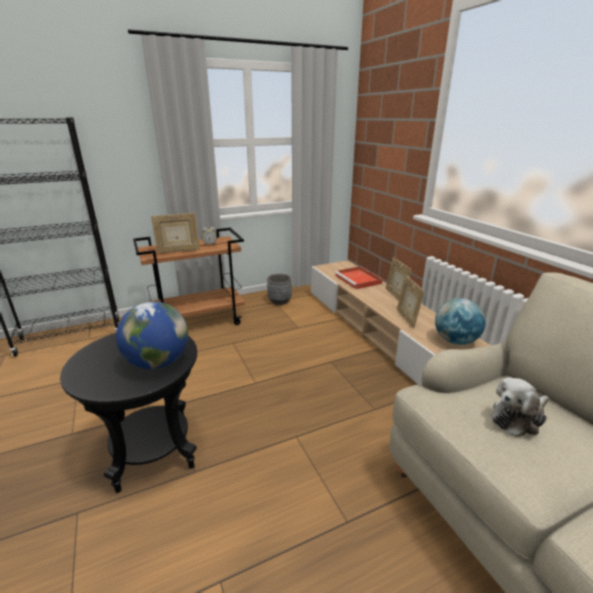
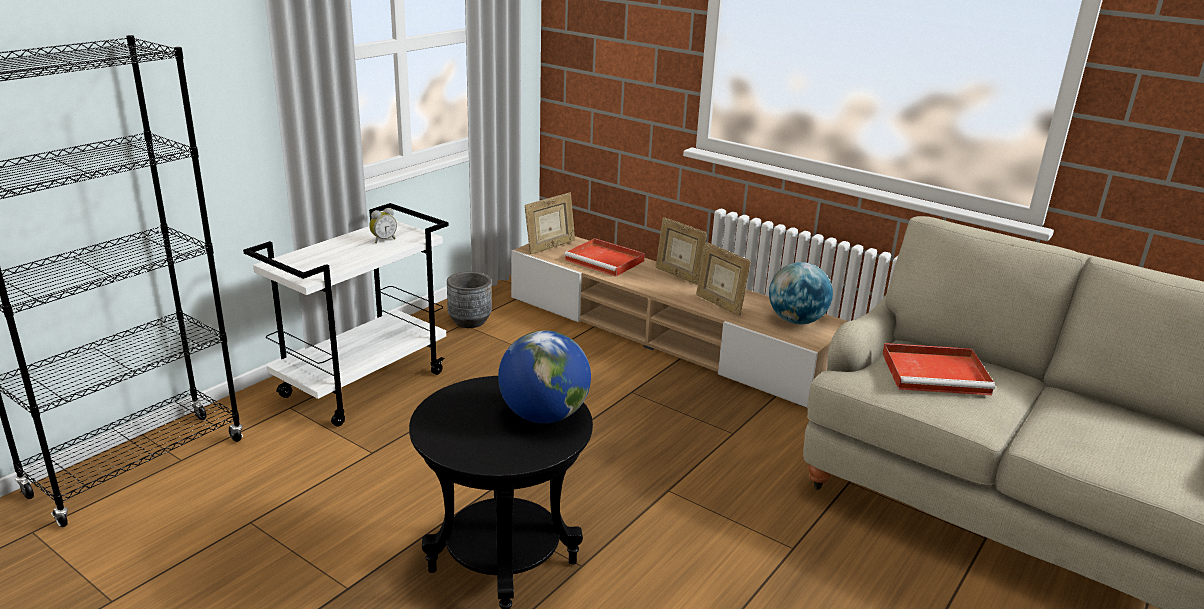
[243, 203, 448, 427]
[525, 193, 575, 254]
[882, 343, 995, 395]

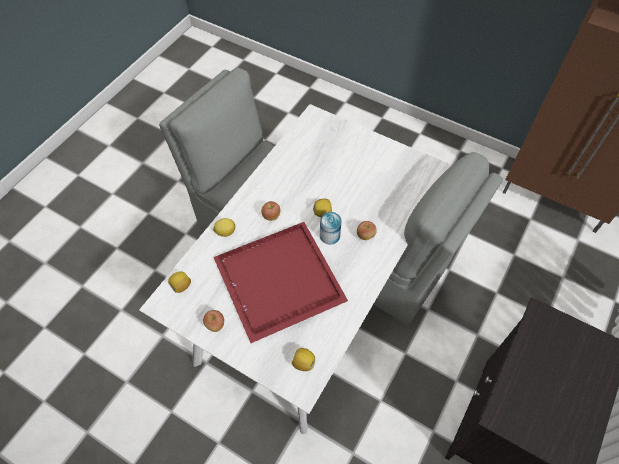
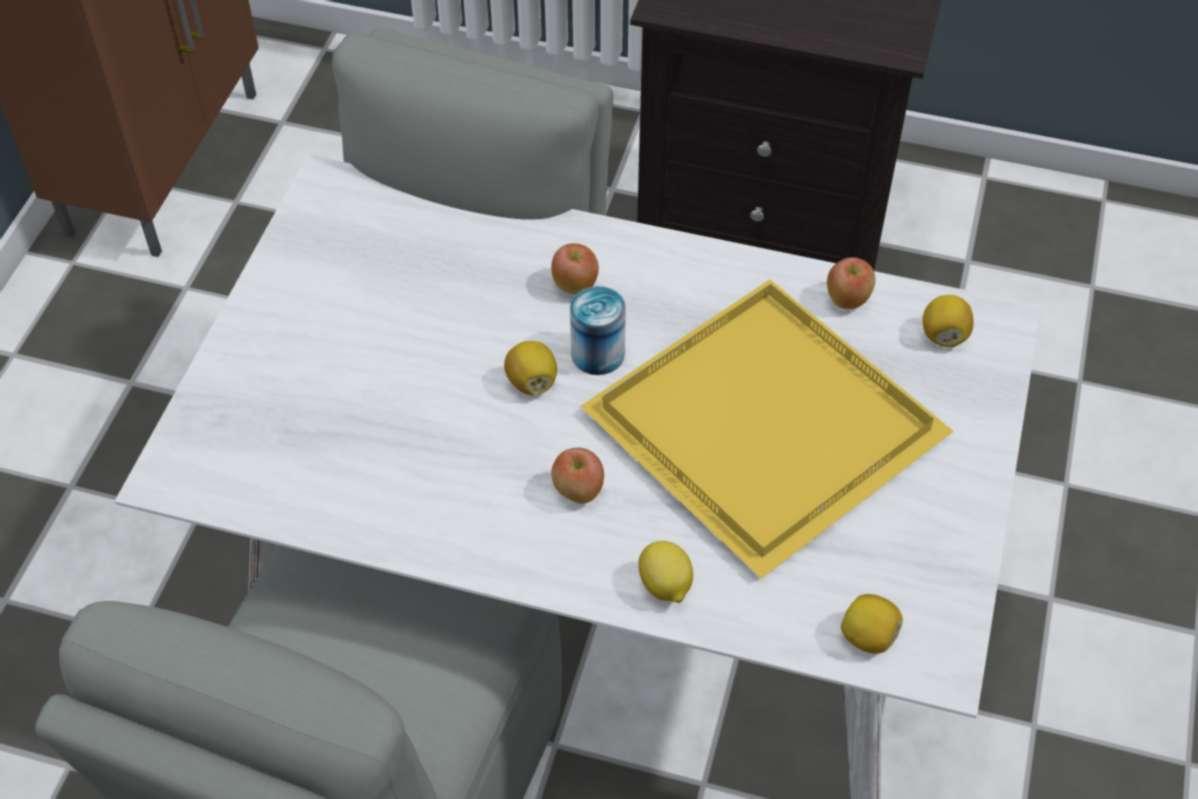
[827, 257, 875, 309]
[580, 279, 954, 579]

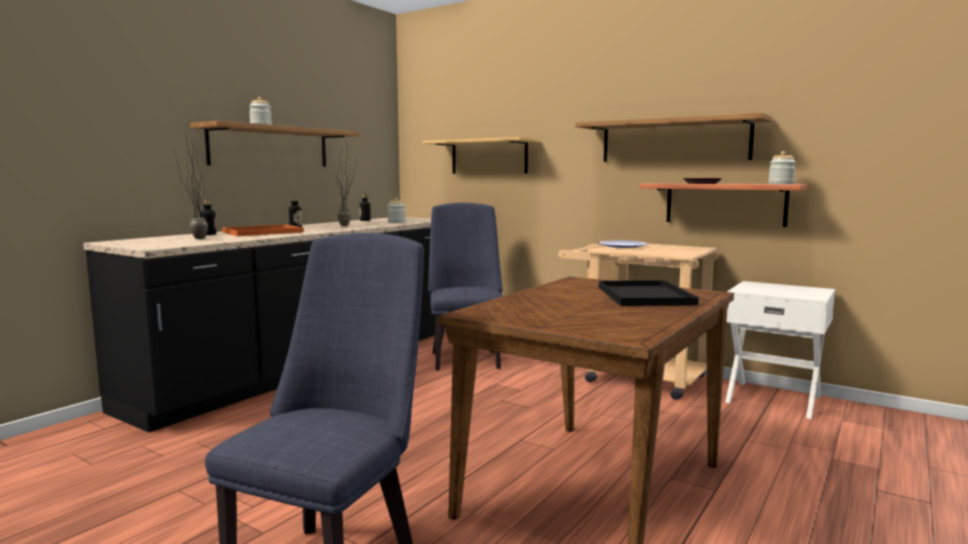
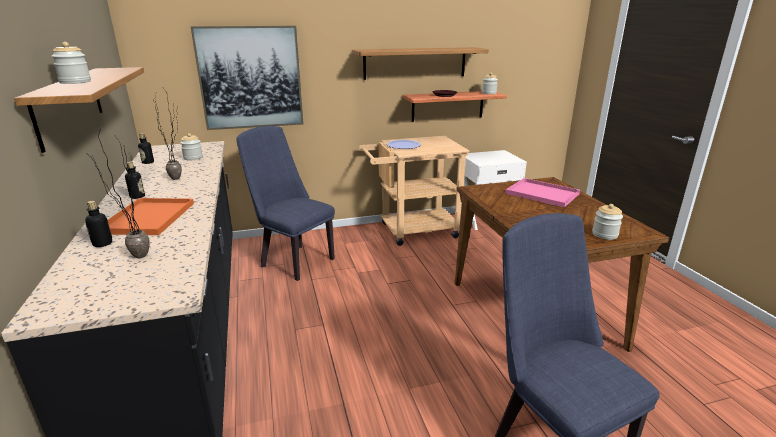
[191, 26, 304, 130]
[505, 178, 580, 207]
[592, 204, 623, 240]

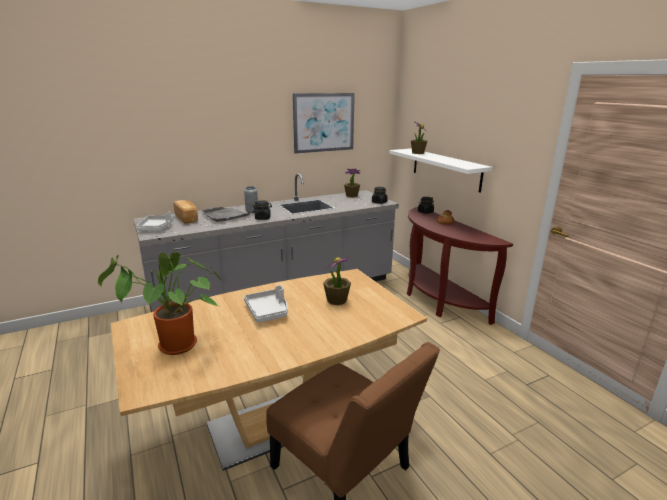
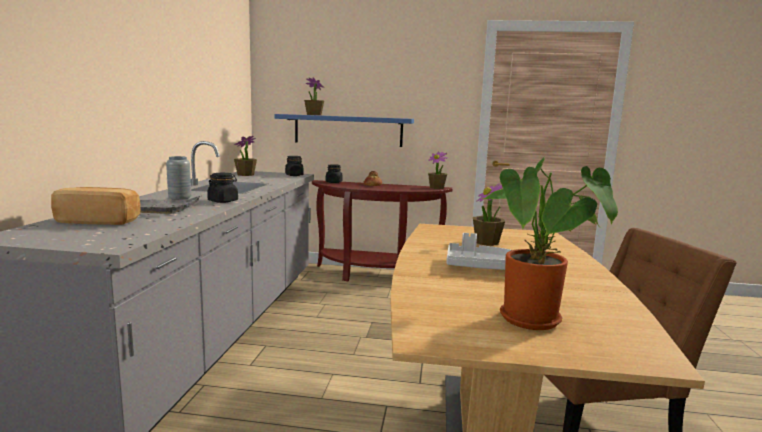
[136, 211, 174, 231] (first image)
[293, 93, 355, 154] (first image)
[275, 114, 414, 147]
[428, 151, 448, 189]

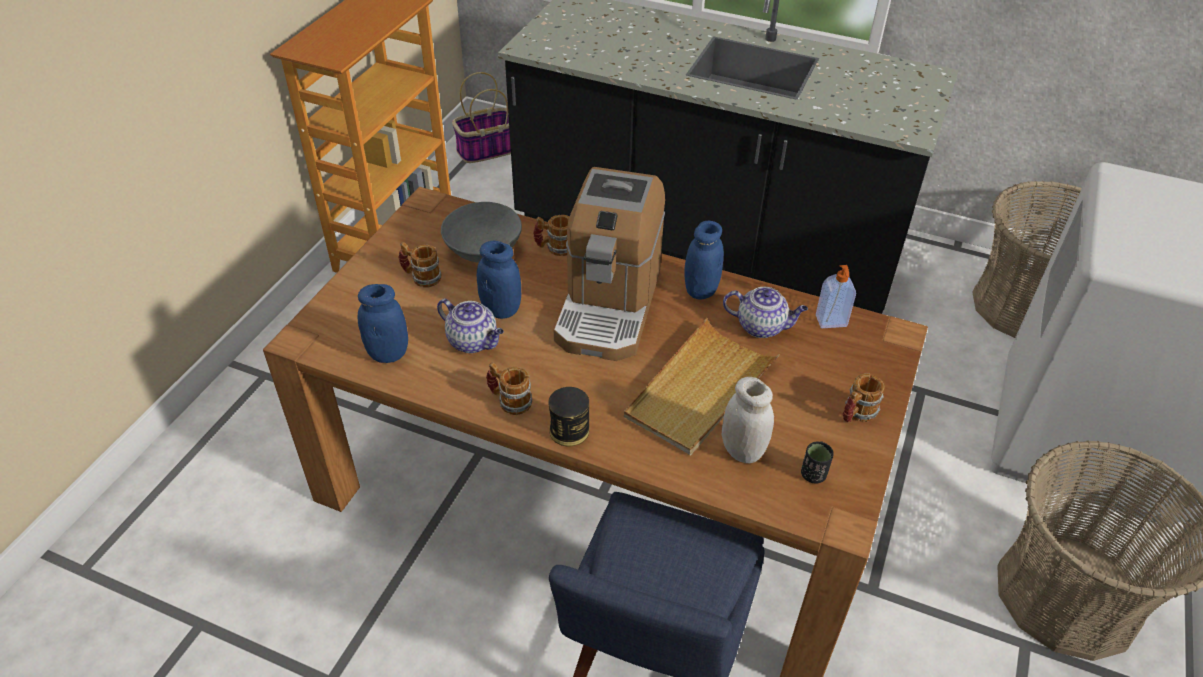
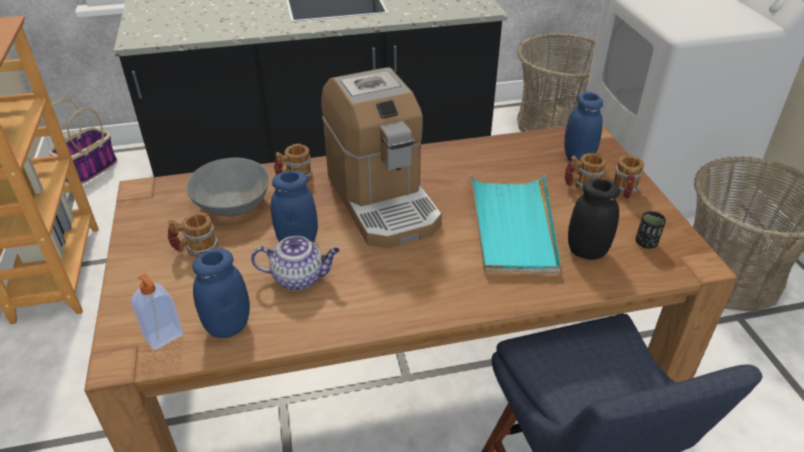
[565, 153, 606, 192]
[548, 387, 589, 446] (first image)
[470, 174, 561, 274]
[564, 92, 603, 161]
[568, 179, 620, 260]
[723, 287, 808, 338] (first image)
[131, 273, 184, 350]

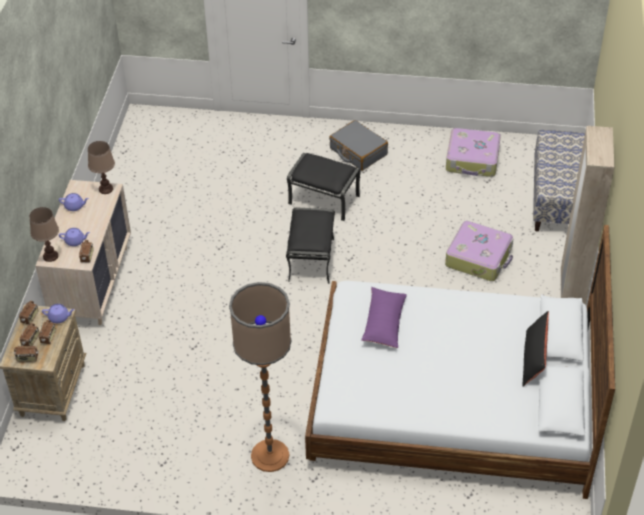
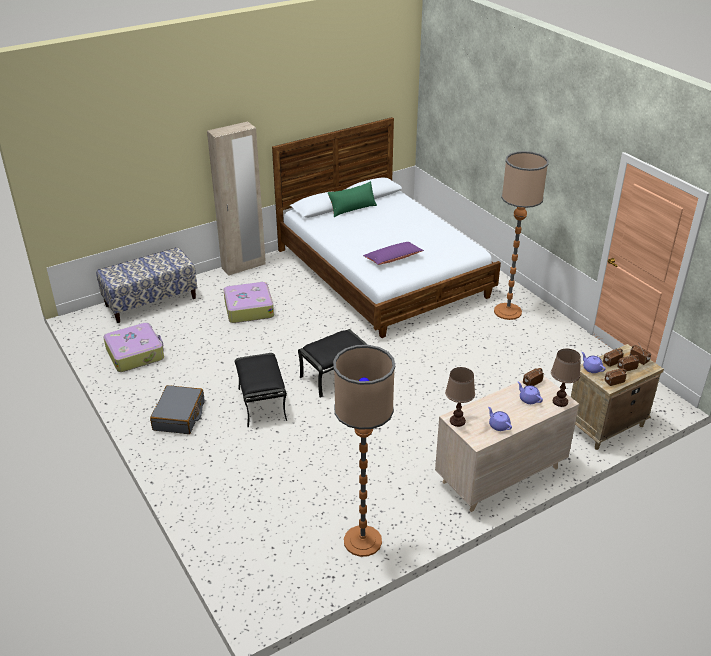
[328, 181, 377, 217]
[333, 345, 395, 557]

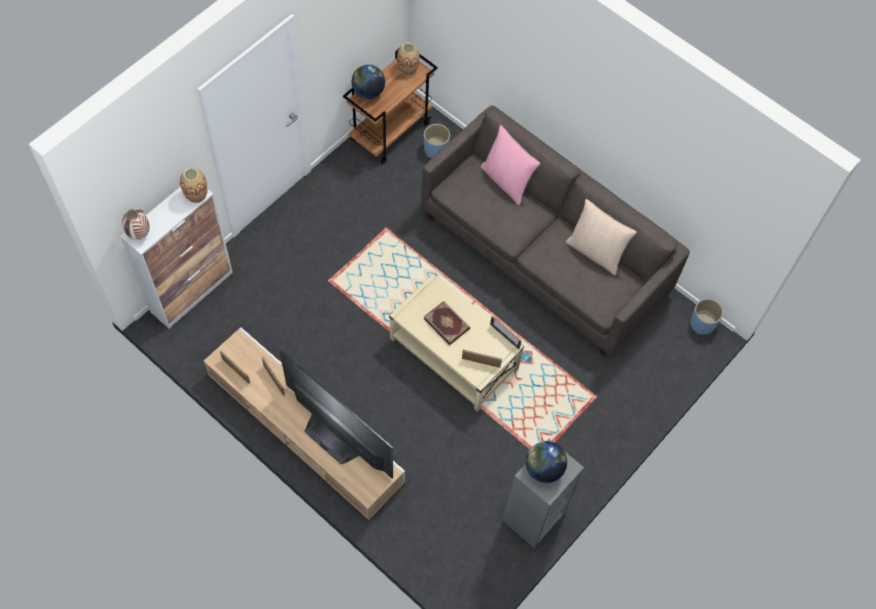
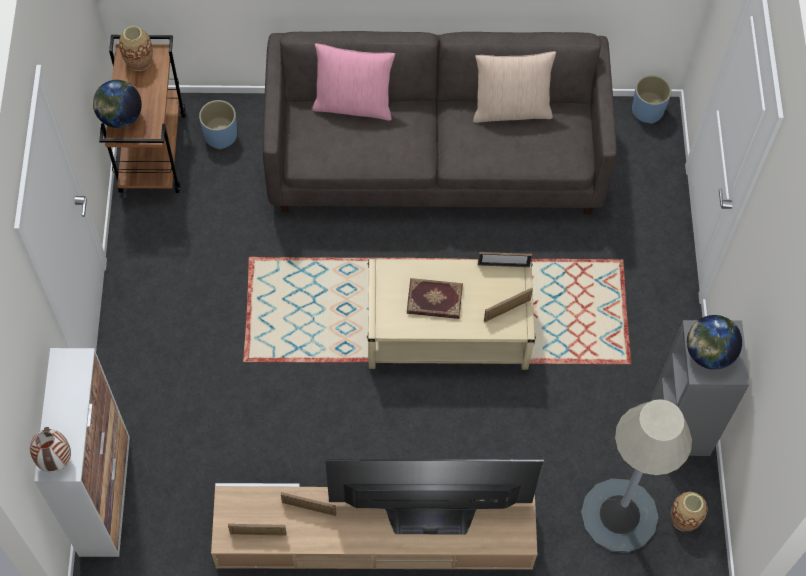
[671, 491, 708, 531]
[581, 399, 692, 553]

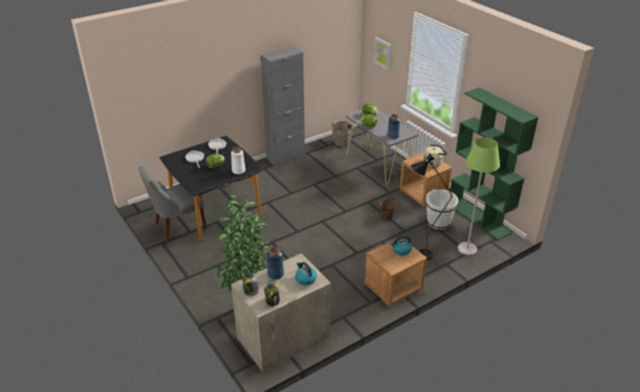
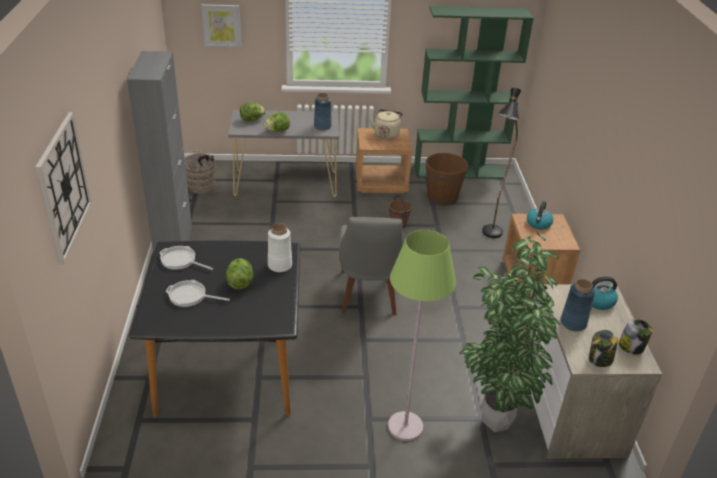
[339, 217, 404, 315]
[426, 153, 468, 206]
[388, 230, 456, 441]
[35, 112, 92, 264]

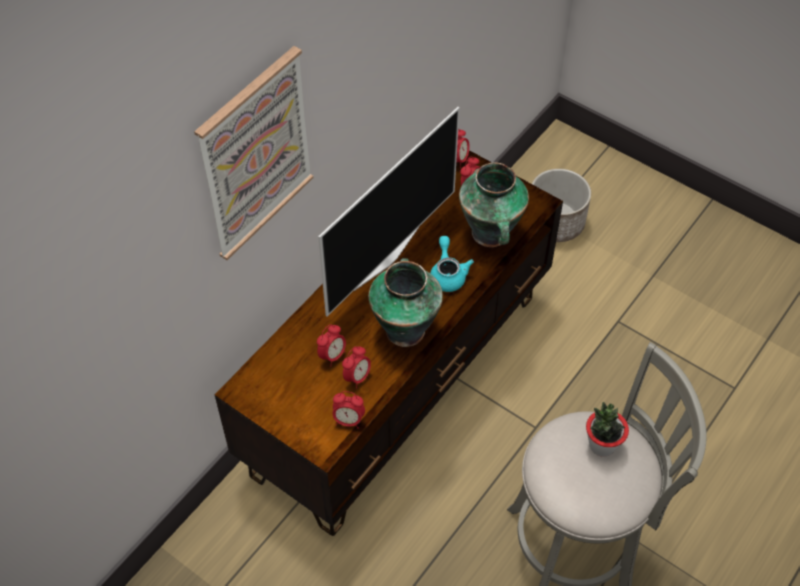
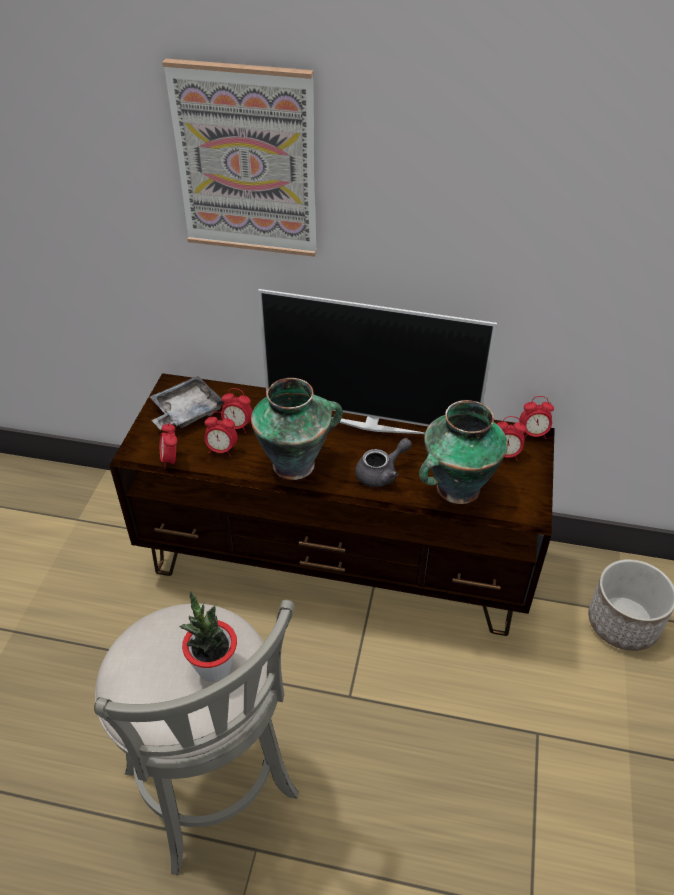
[355, 438, 412, 487]
[150, 376, 225, 430]

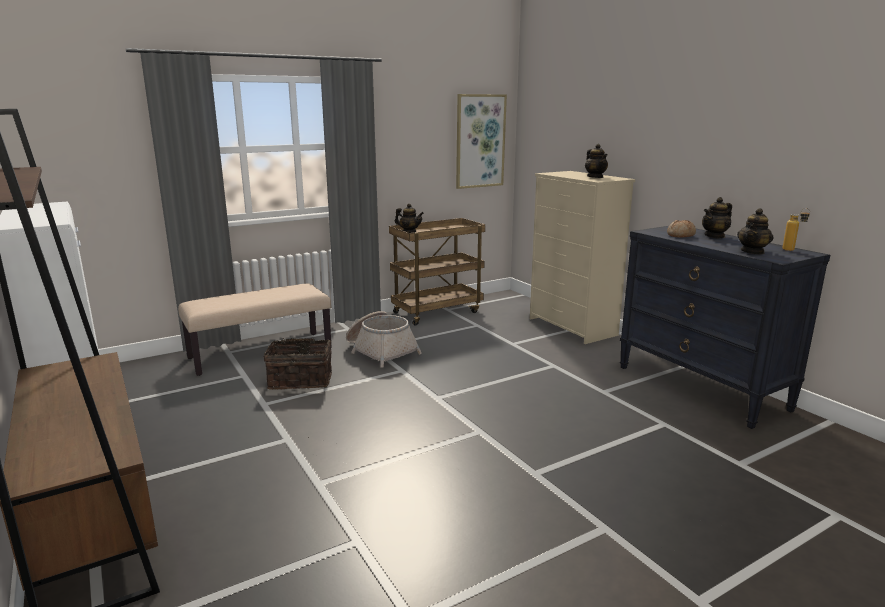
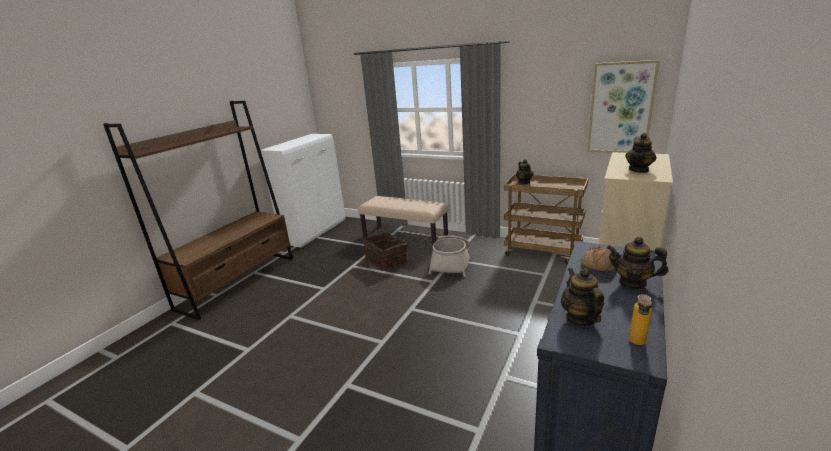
[561, 268, 604, 326]

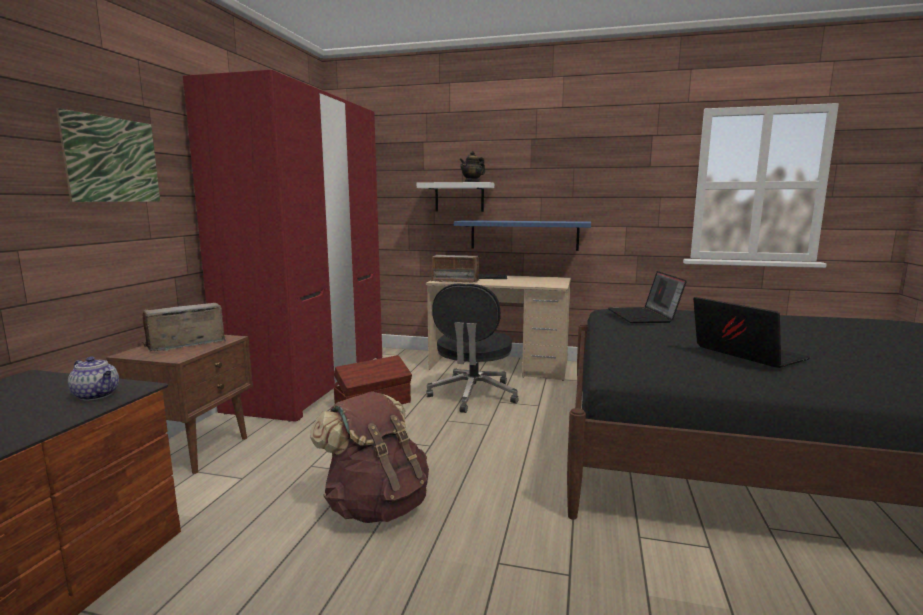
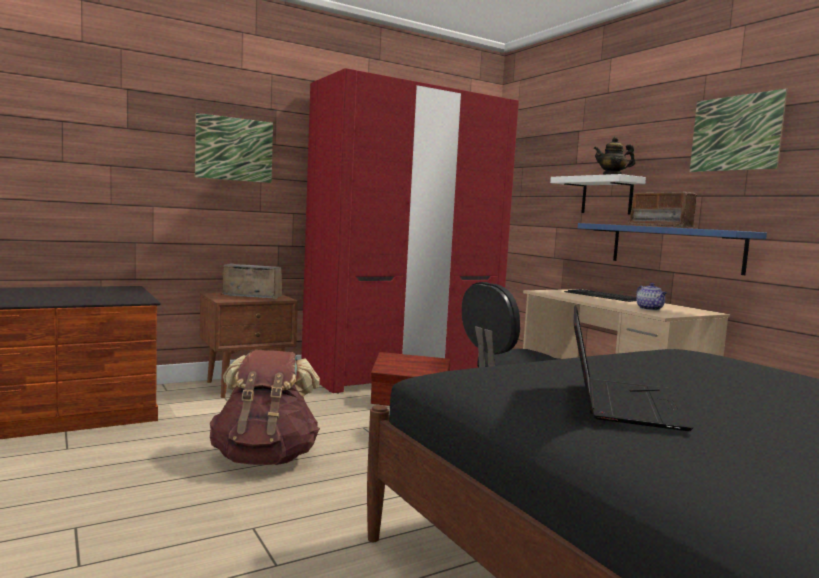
[636, 283, 667, 310]
[628, 192, 700, 227]
[608, 271, 687, 323] (first image)
[690, 88, 788, 172]

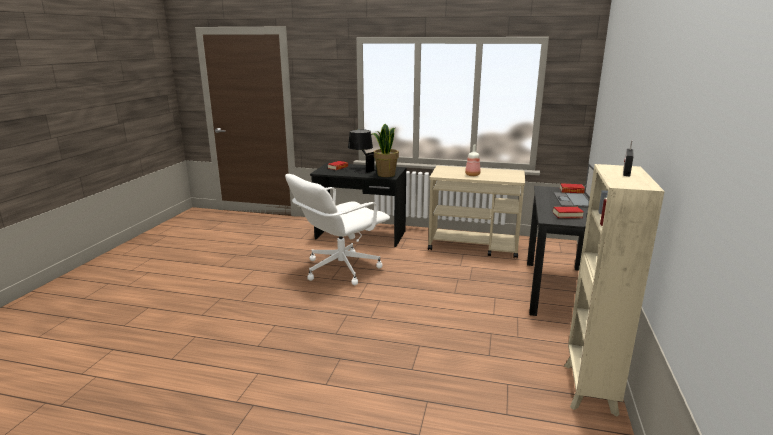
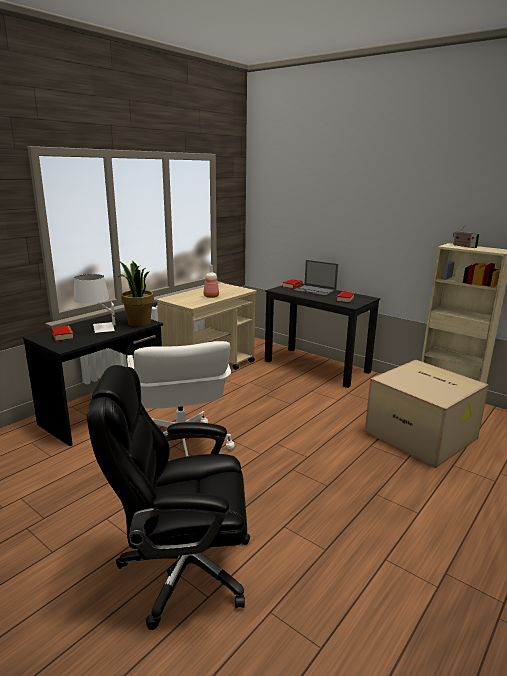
[74, 274, 116, 333]
[87, 365, 250, 630]
[365, 360, 489, 468]

